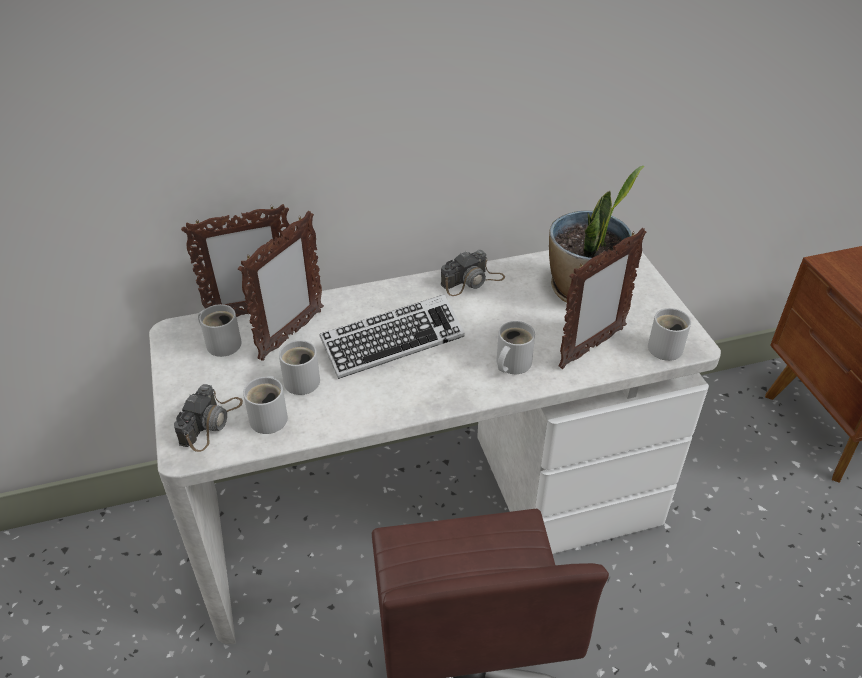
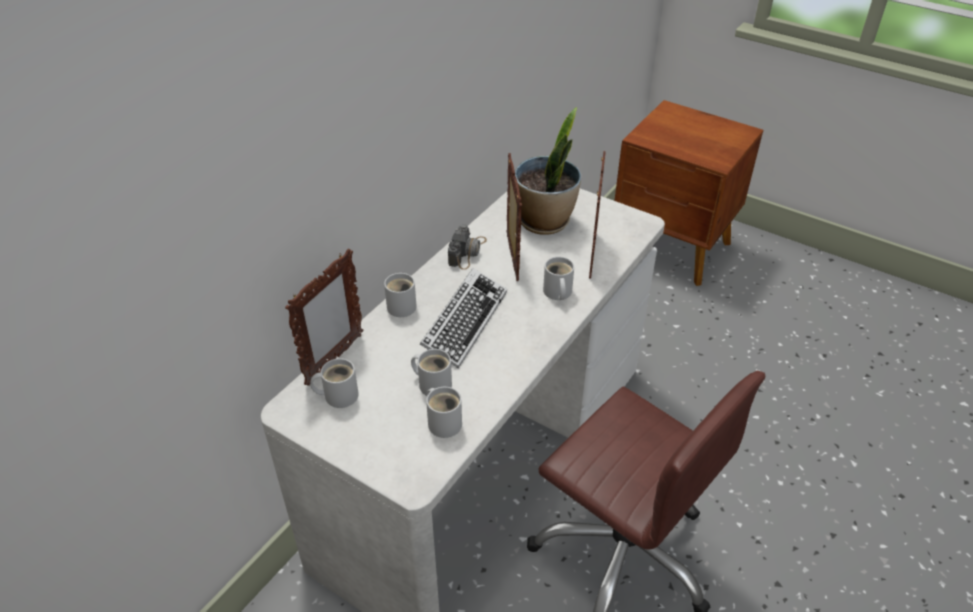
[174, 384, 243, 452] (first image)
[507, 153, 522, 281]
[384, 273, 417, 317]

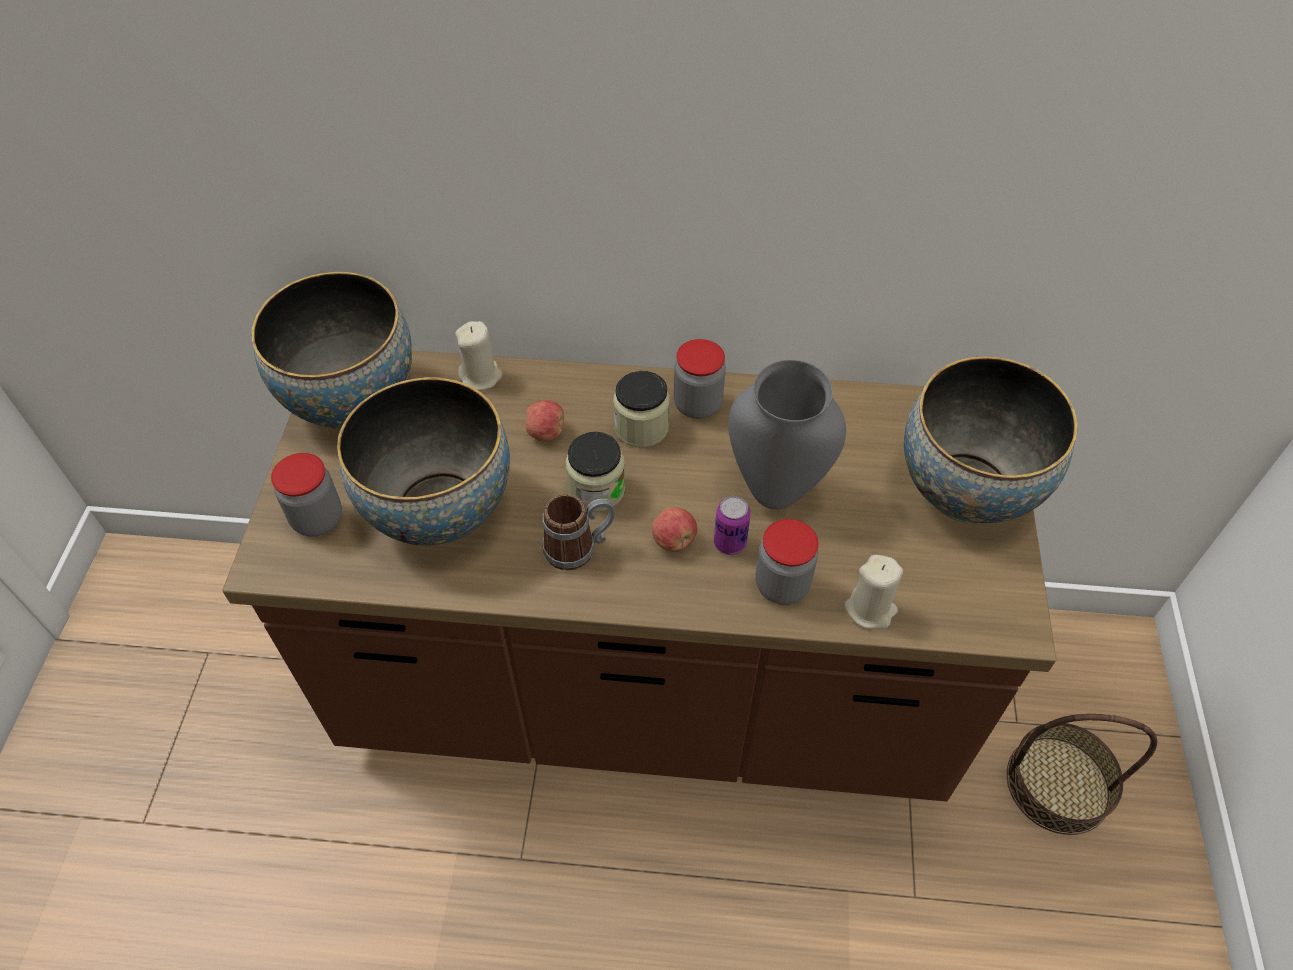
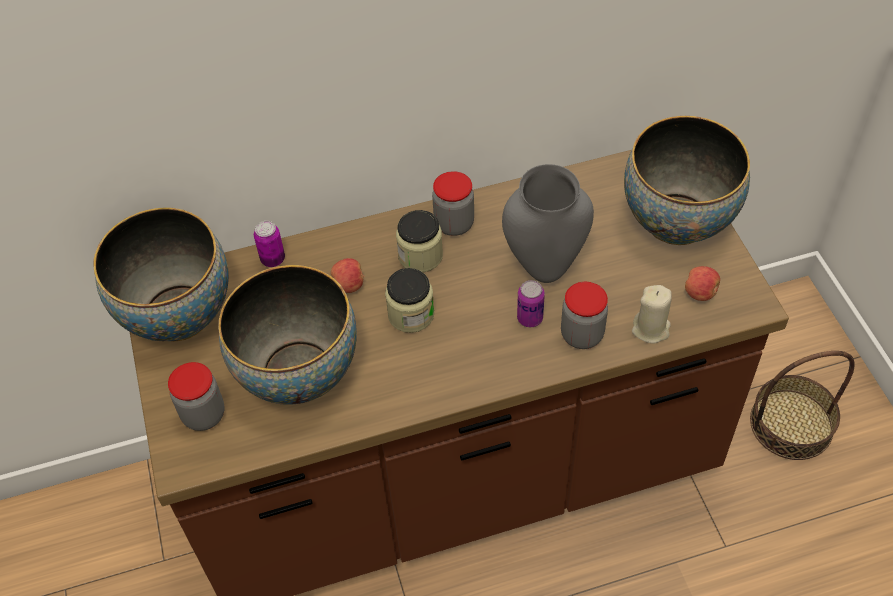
[254, 221, 285, 267]
[543, 494, 615, 571] (first image)
[685, 266, 720, 301]

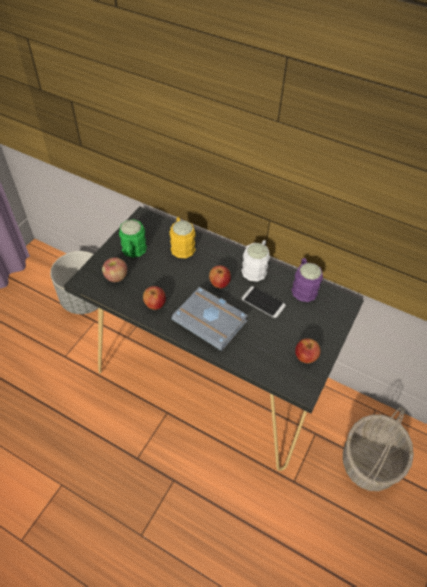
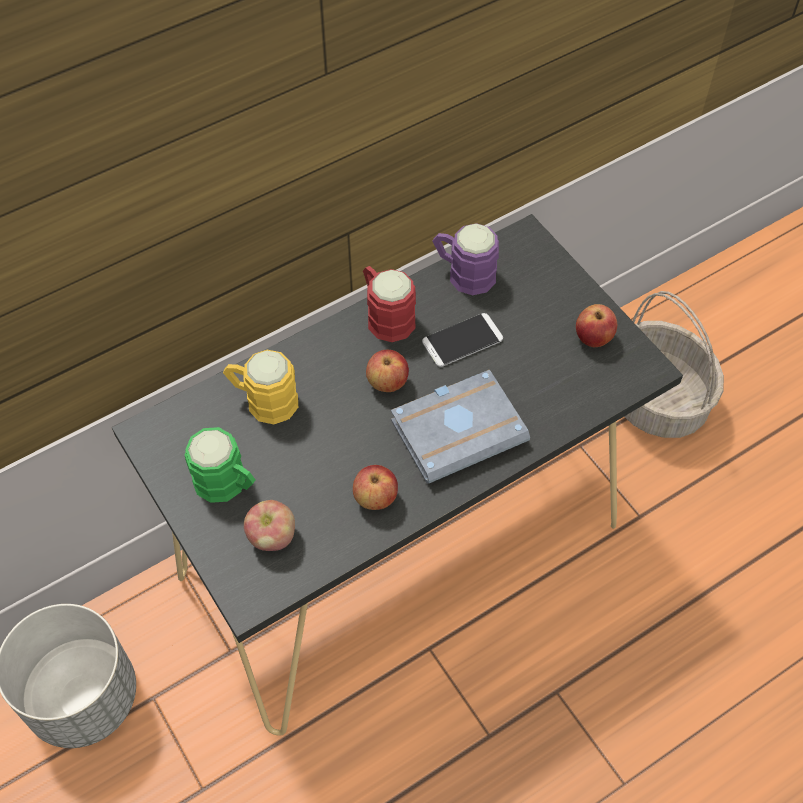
[363, 266, 416, 342]

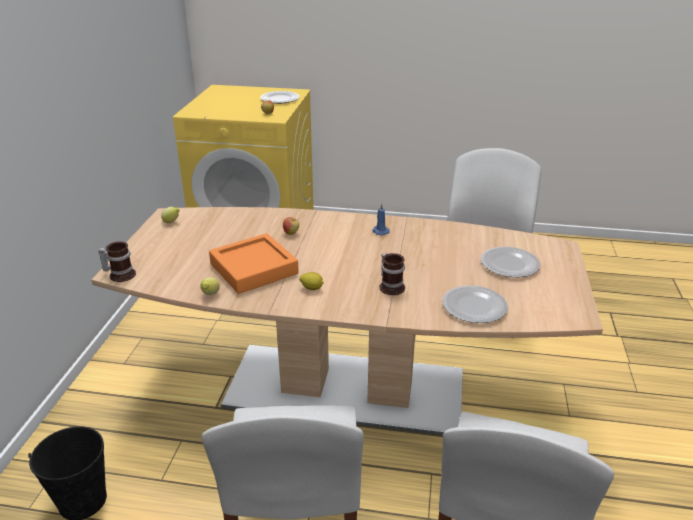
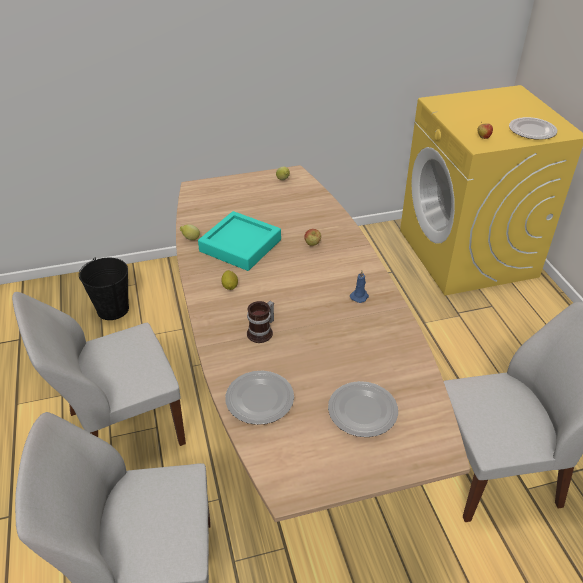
[98, 241, 136, 282] (first image)
[198, 211, 281, 271]

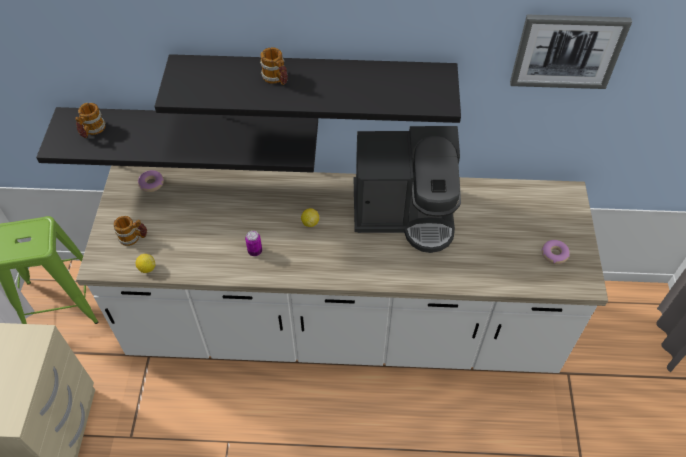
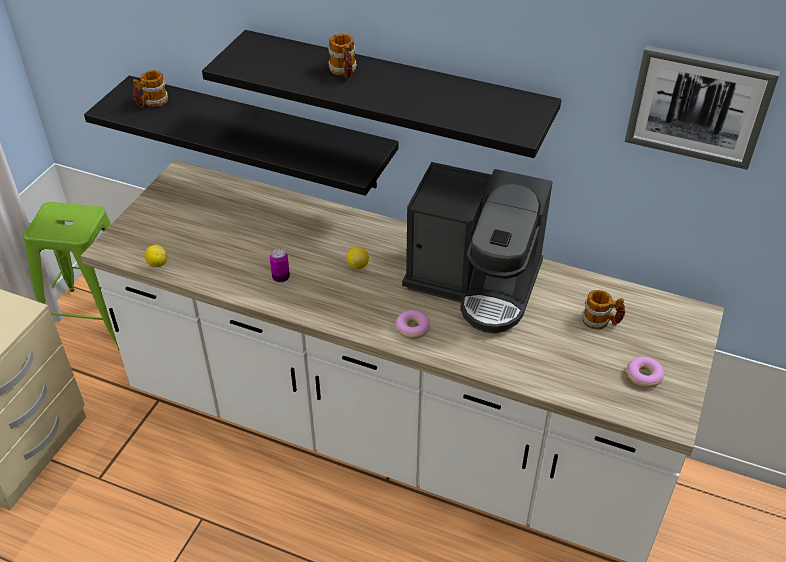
[582, 290, 625, 330]
[395, 310, 430, 339]

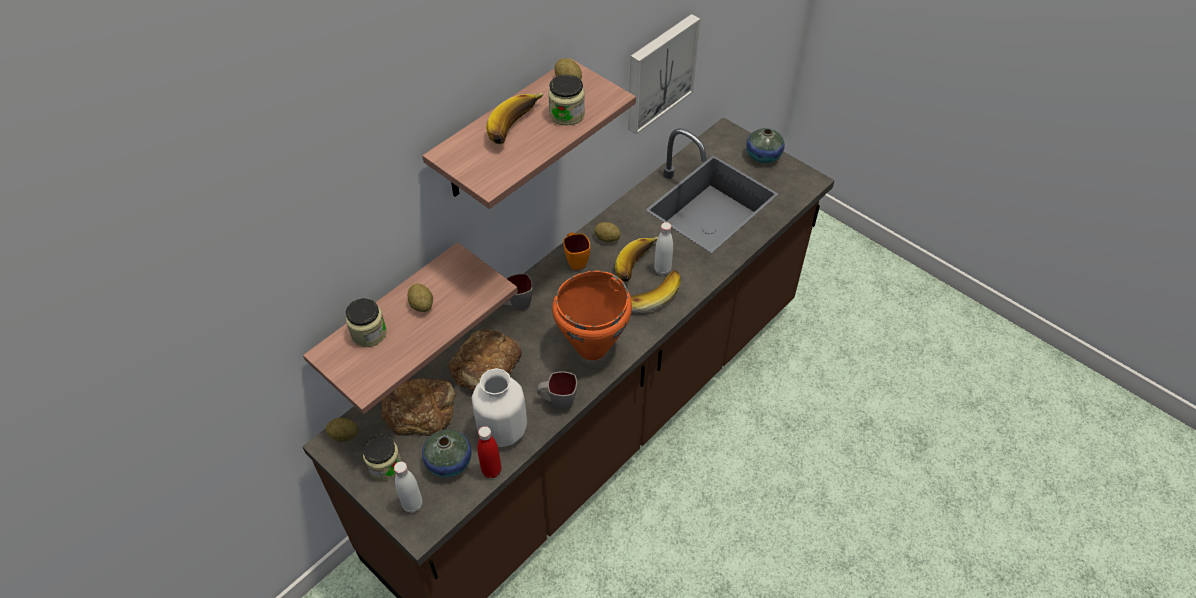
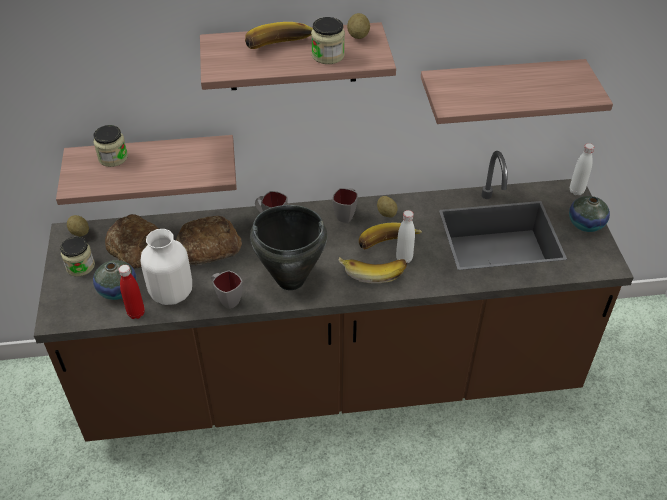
[570, 143, 594, 195]
[408, 284, 433, 312] (first image)
[250, 205, 327, 290]
[332, 188, 358, 223]
[421, 59, 613, 124]

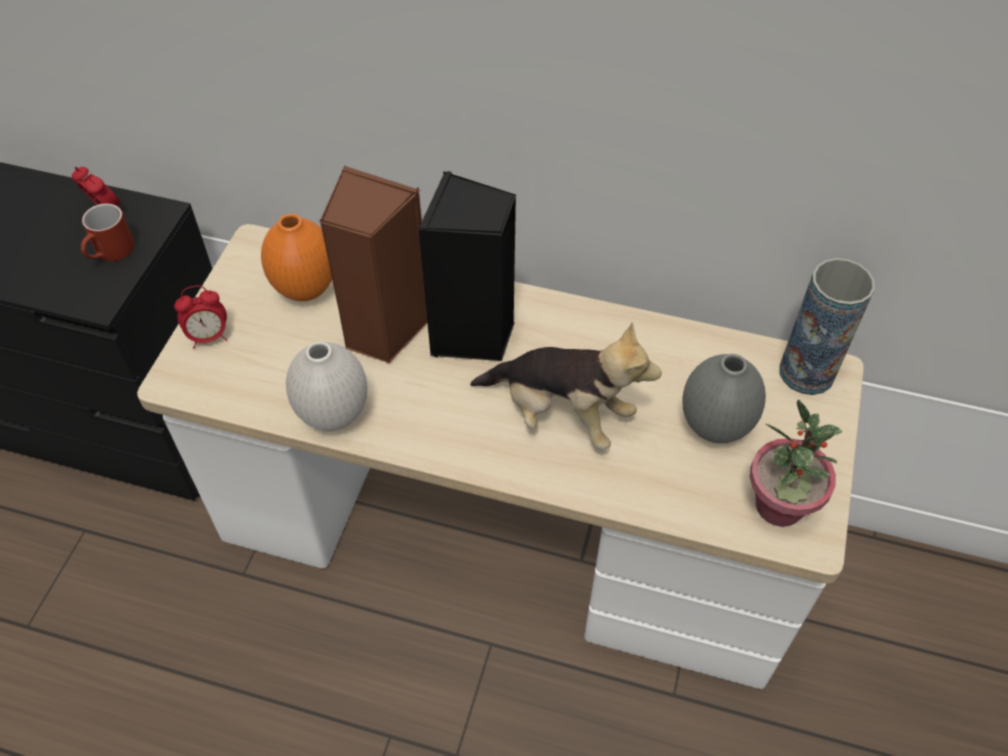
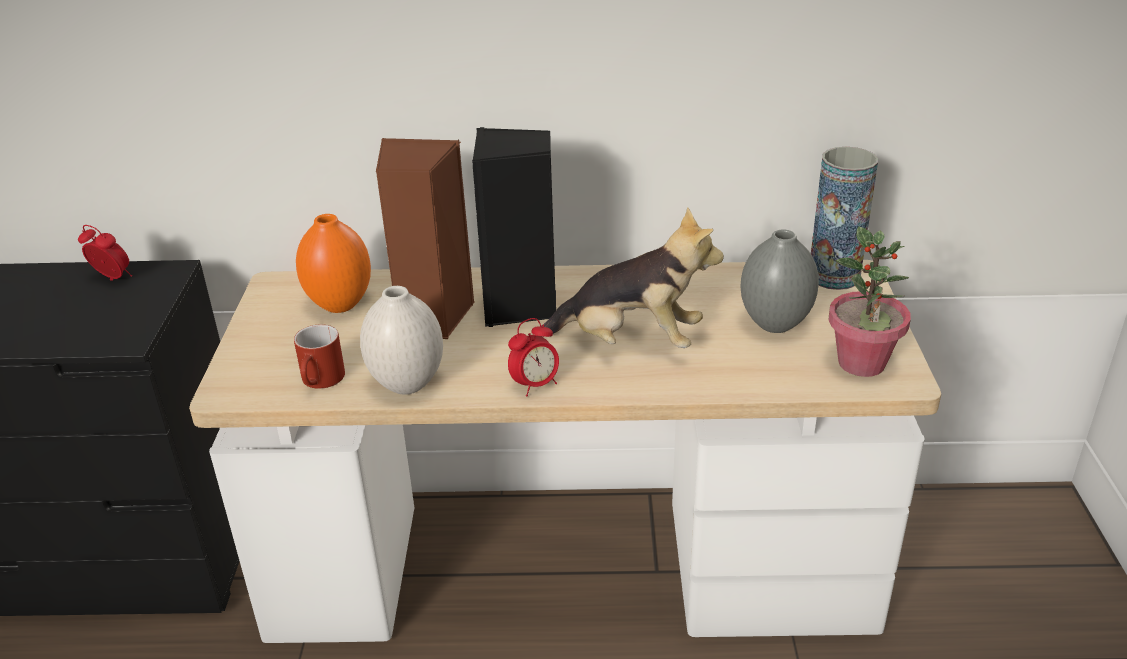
[294, 324, 345, 389]
[508, 318, 559, 396]

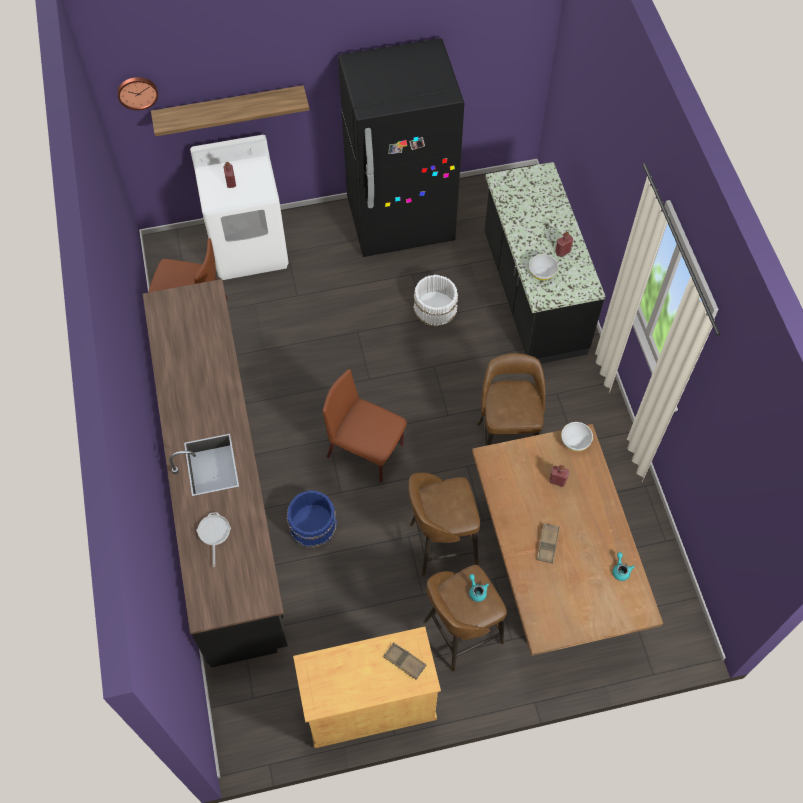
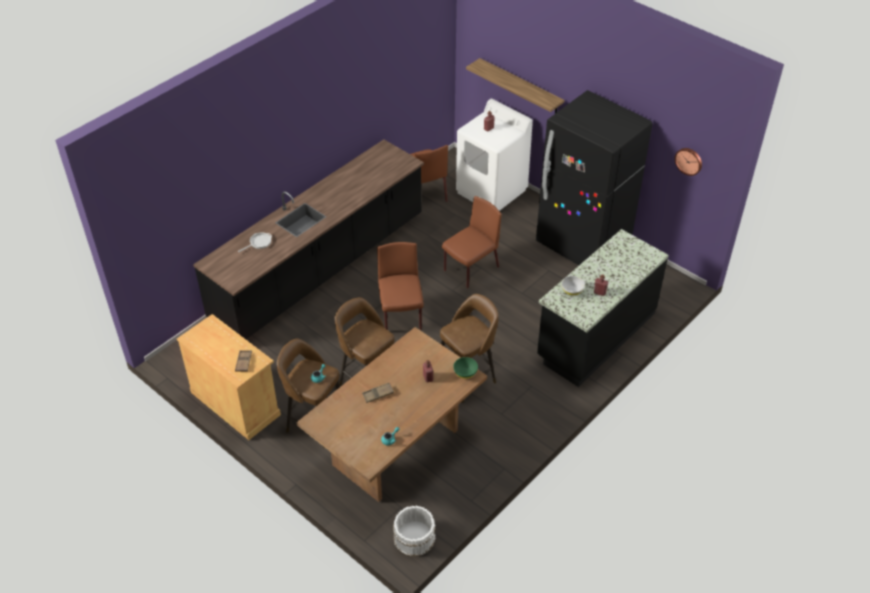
[674, 148, 702, 176]
[287, 490, 337, 548] (first image)
[393, 506, 436, 557]
[453, 357, 478, 379]
[442, 196, 502, 288]

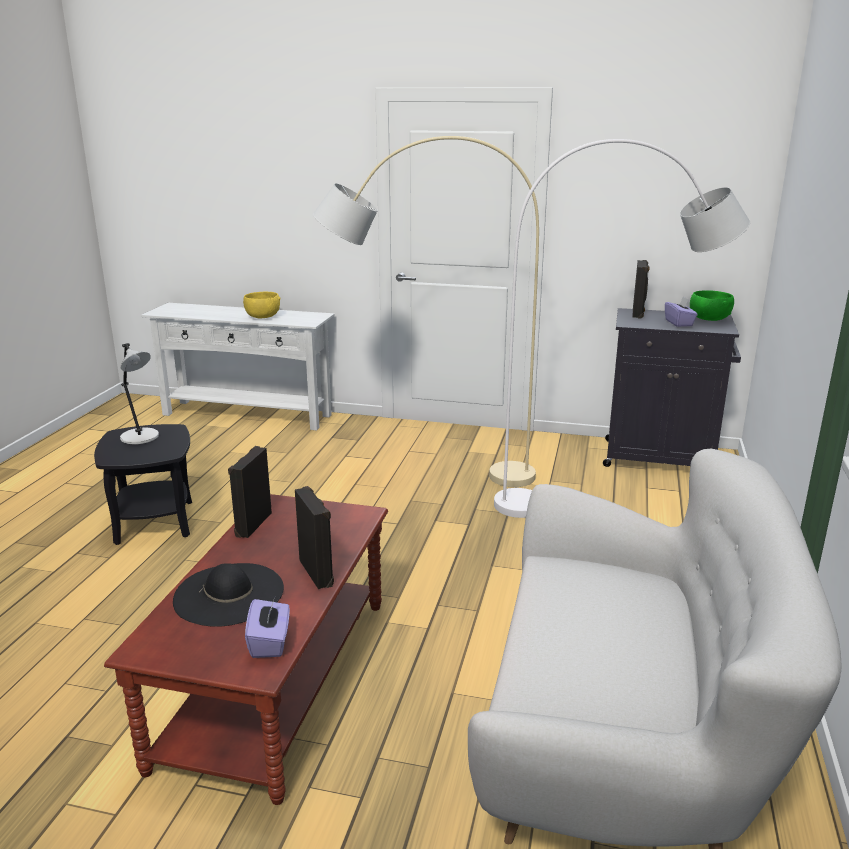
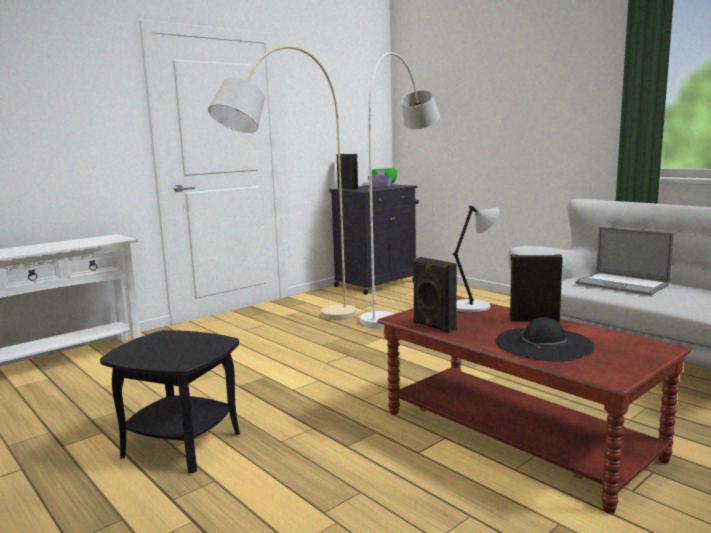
[453, 205, 499, 313]
[243, 292, 281, 318] (first image)
[245, 599, 290, 658] (first image)
[575, 227, 674, 295]

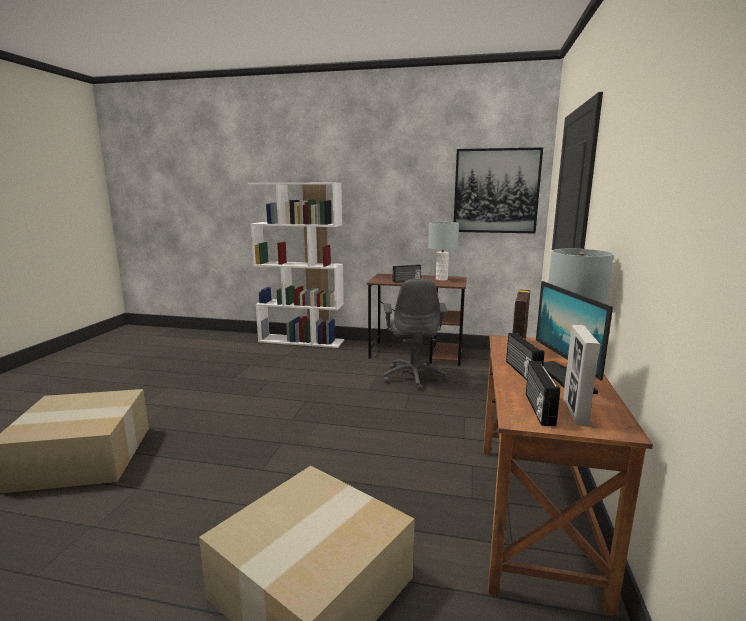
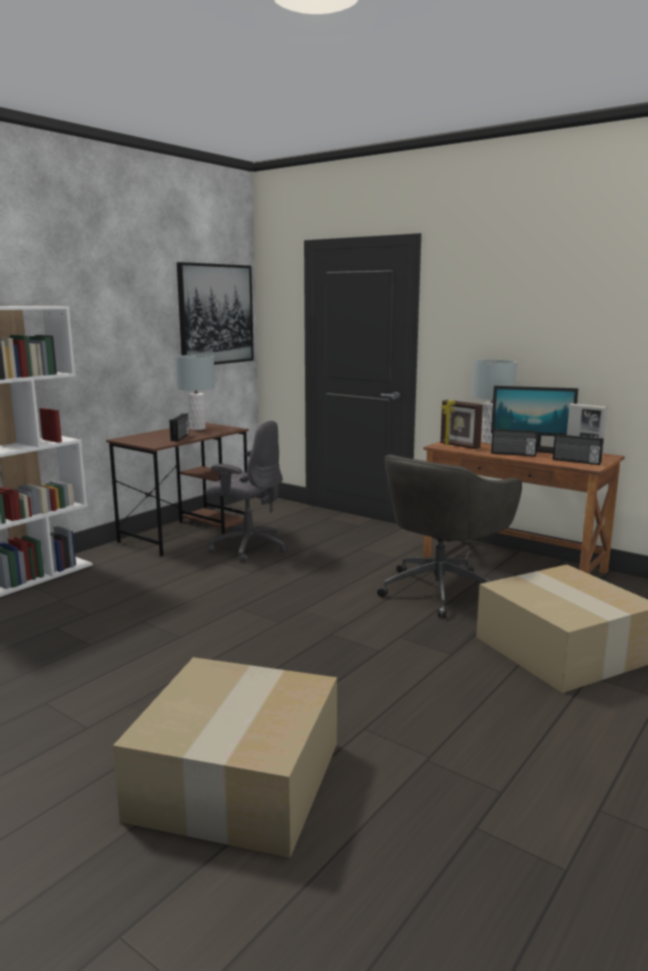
[377, 455, 522, 618]

